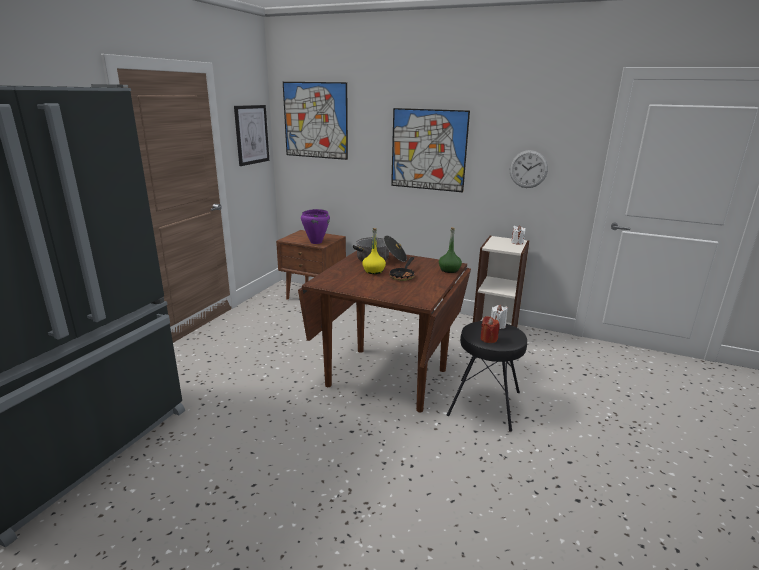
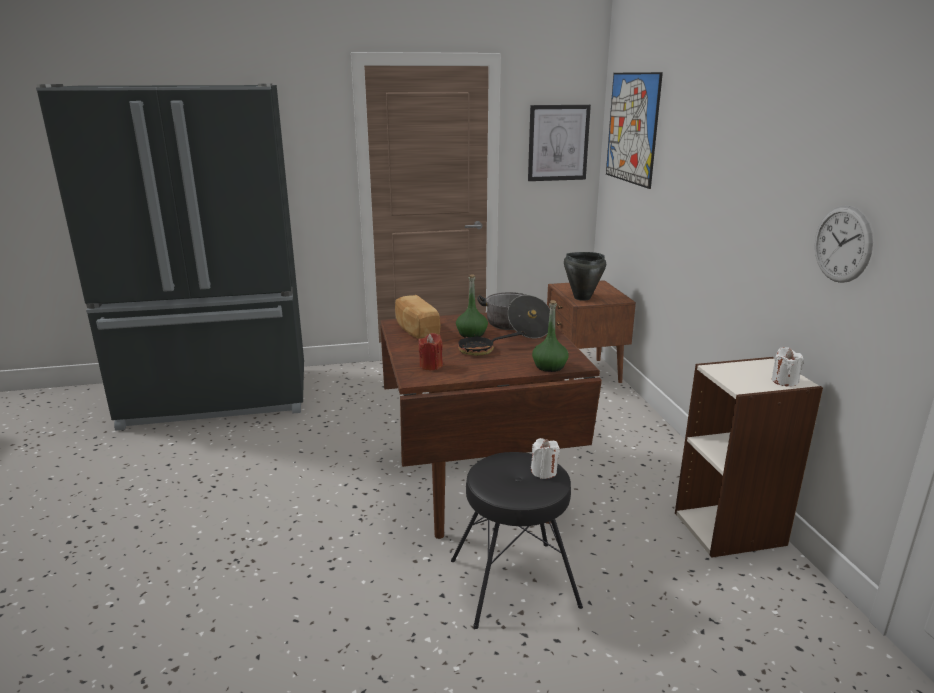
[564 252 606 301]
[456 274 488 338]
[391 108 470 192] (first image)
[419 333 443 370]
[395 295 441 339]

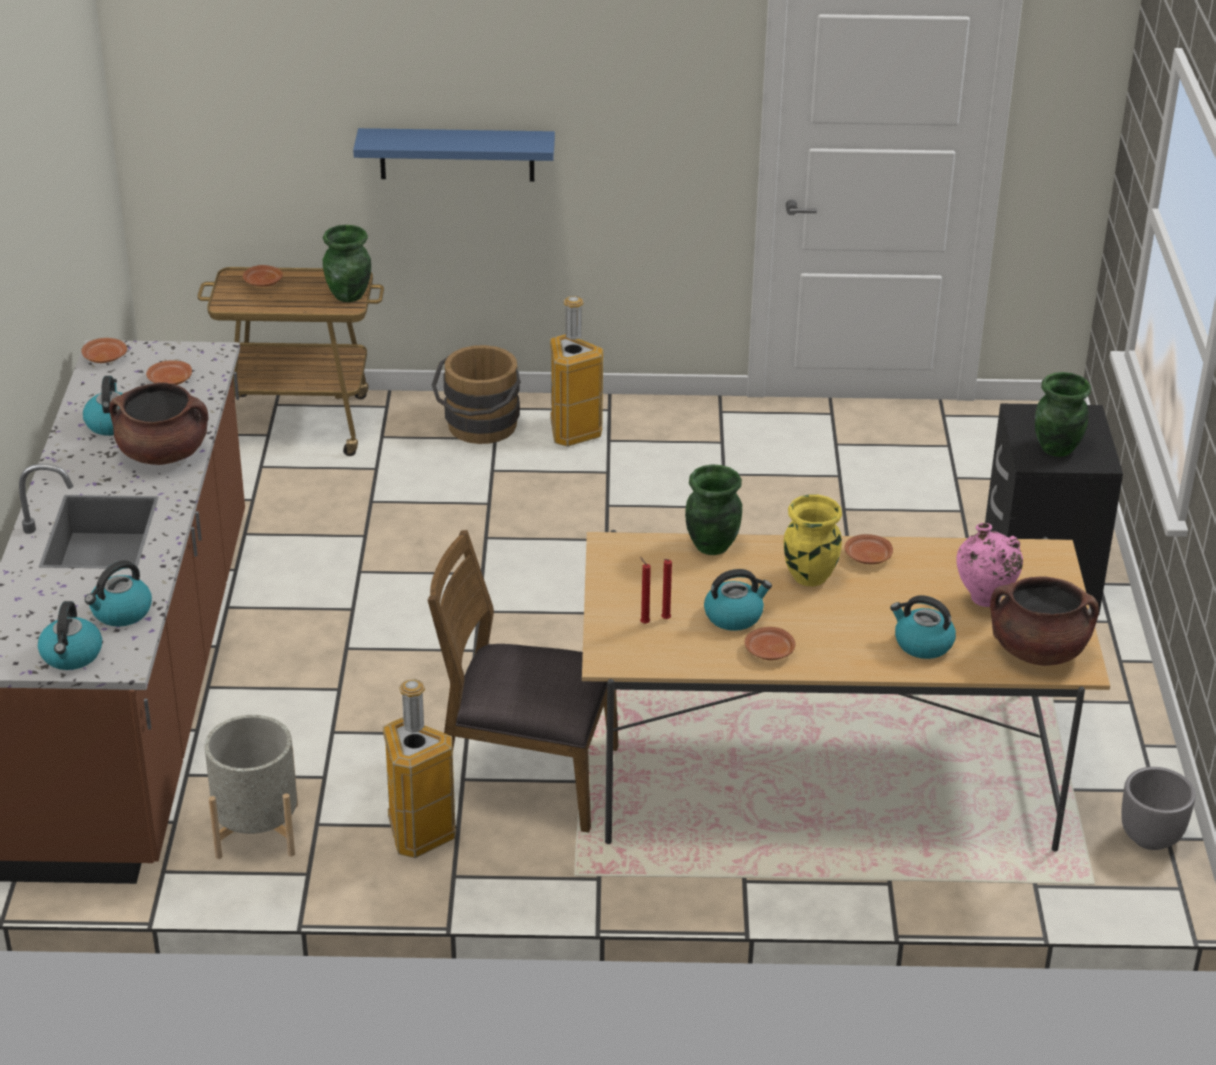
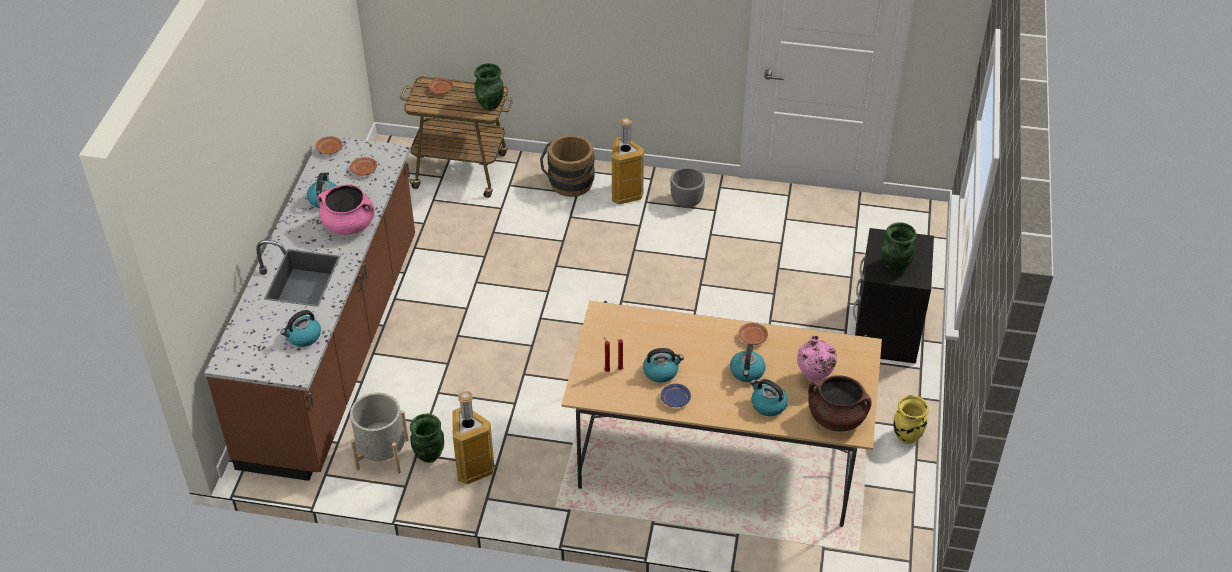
[730 344 765 382]
[318 184 375 235]
[353 128 555 182] (first image)
[428 530 619 833] (first image)
[410 413 444 463]
[661 384 691 407]
[893 395 929 444]
[670 167 705 208]

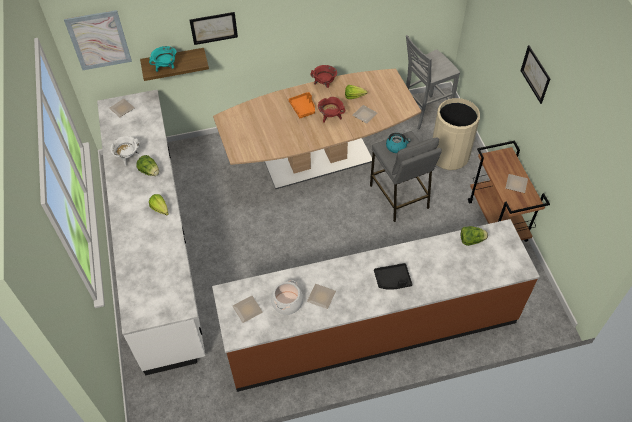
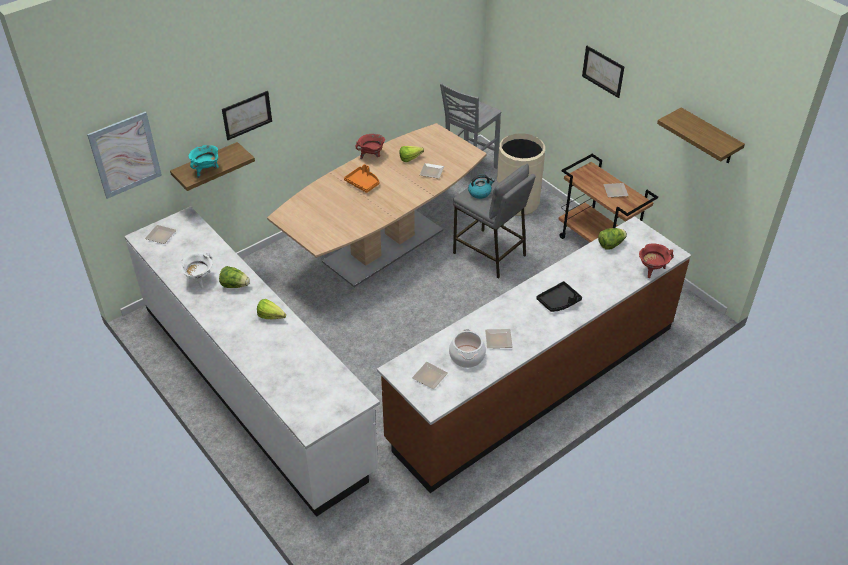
[639 243 674 278]
[657 107 745 163]

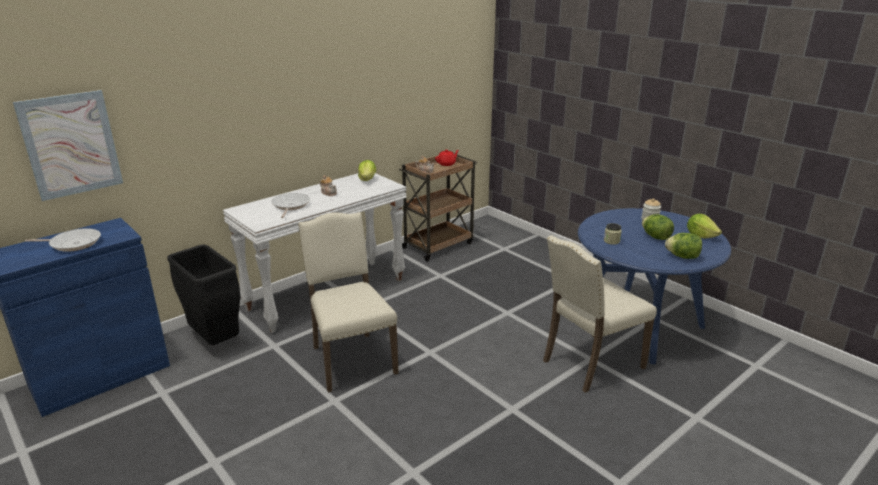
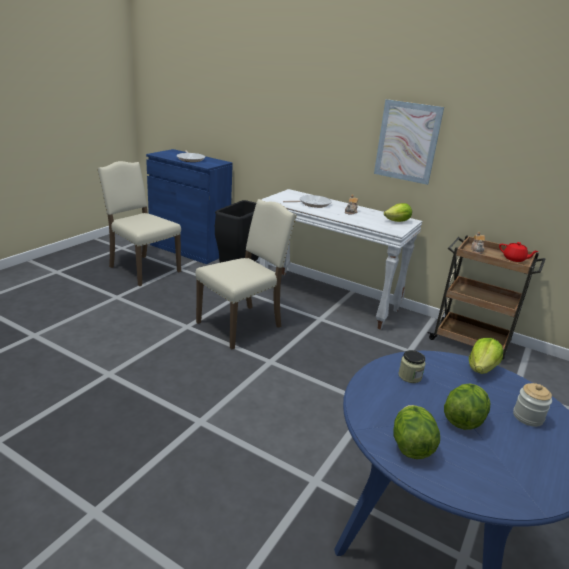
[374 99 444 185]
[97 161 181 286]
[469 338 503 374]

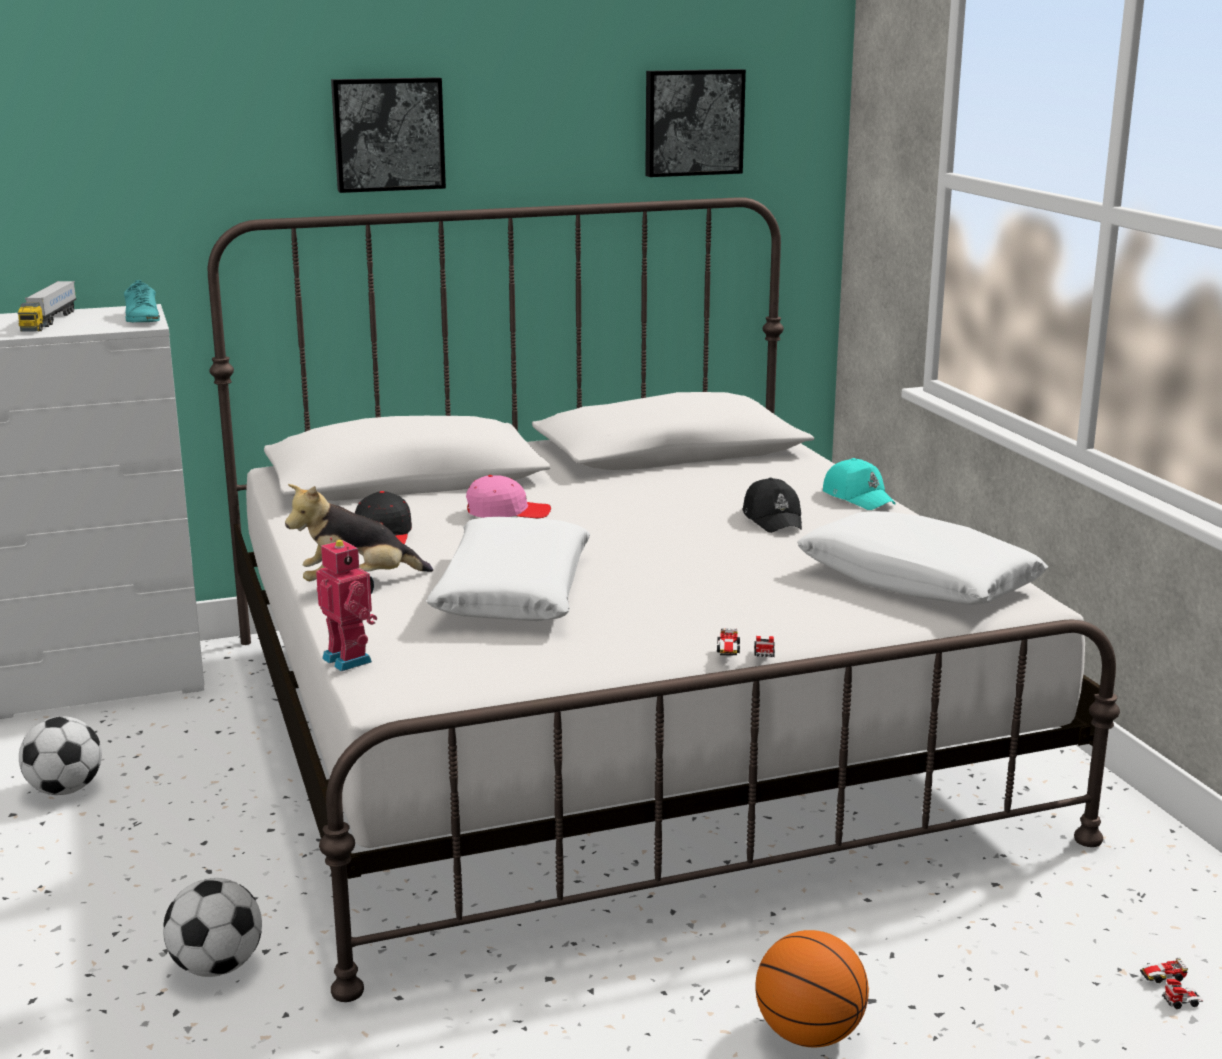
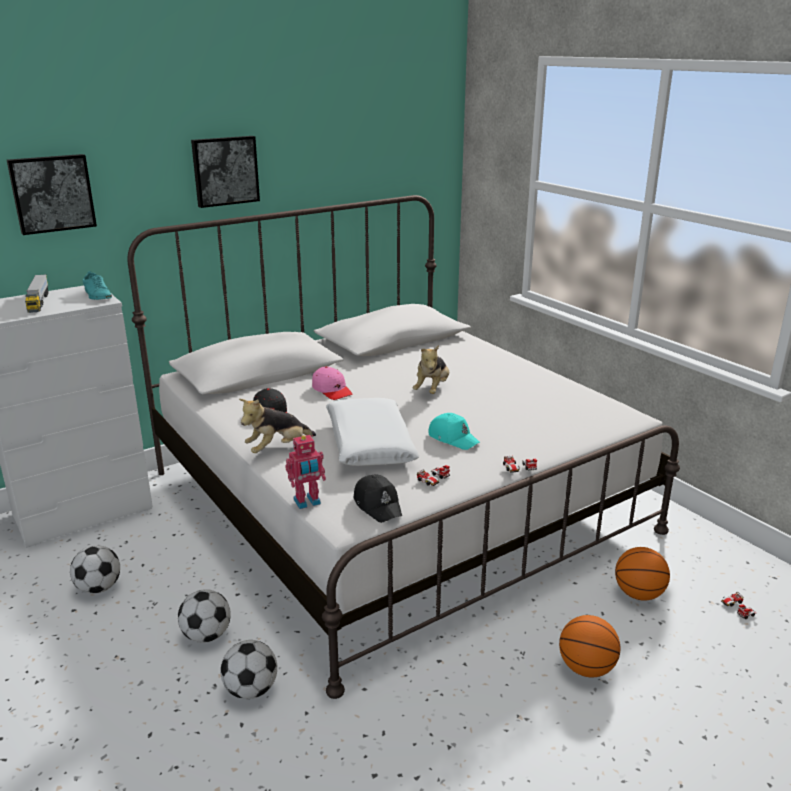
[285 435 326 509]
[312 366 352 400]
[7 154 97 235]
[354 475 402 523]
[797 511 1048 605] (first image)
[429 413 480 450]
[178 589 231 643]
[413 345 449 394]
[417 465 450 486]
[615 547 670 600]

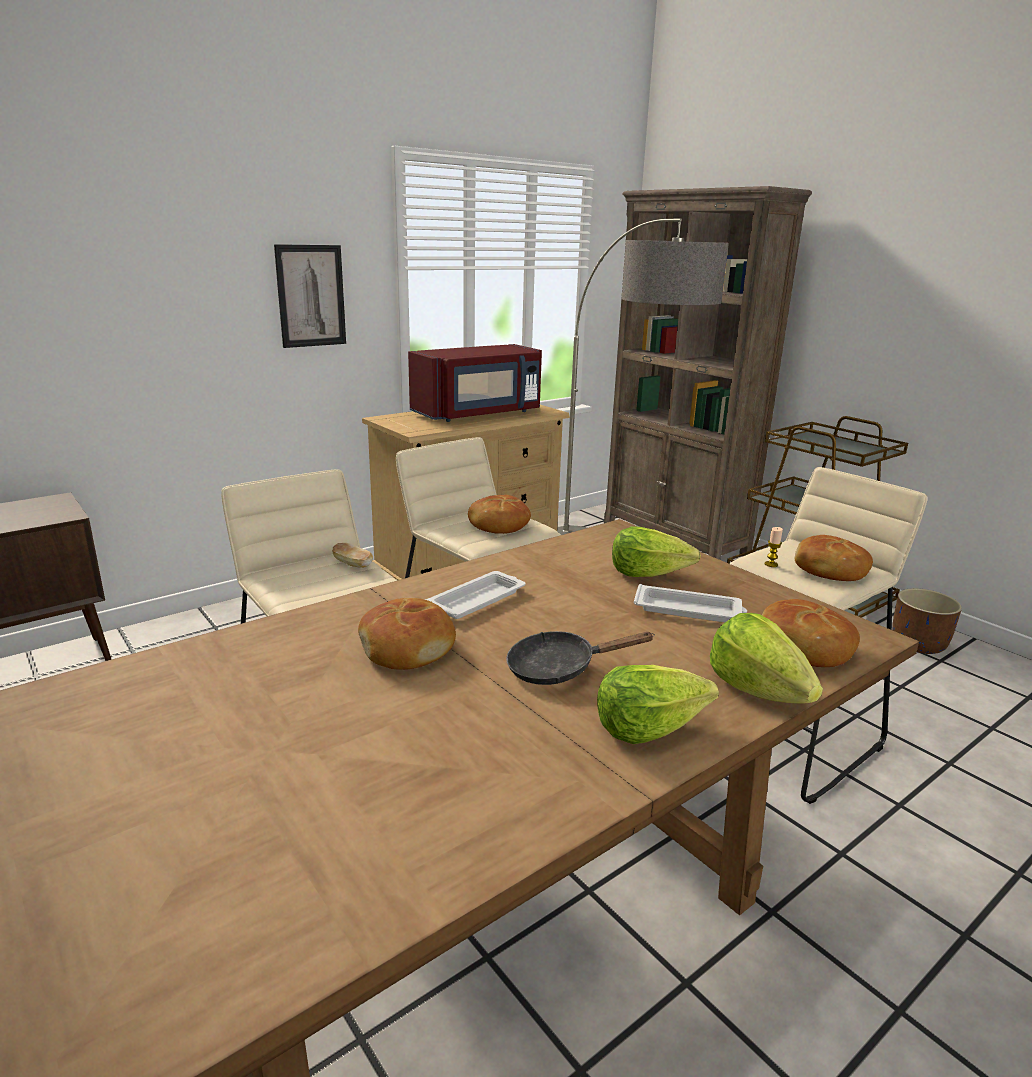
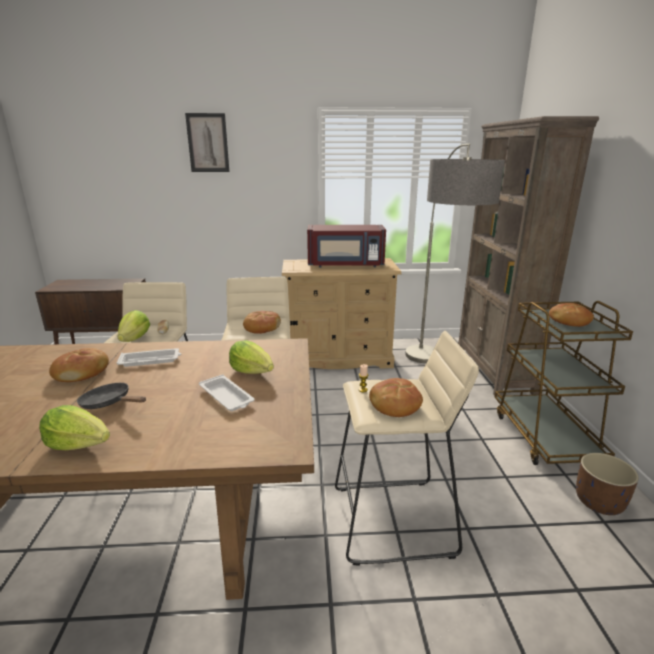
[185 113 229 172]
[117 310 150 342]
[549 303 594 327]

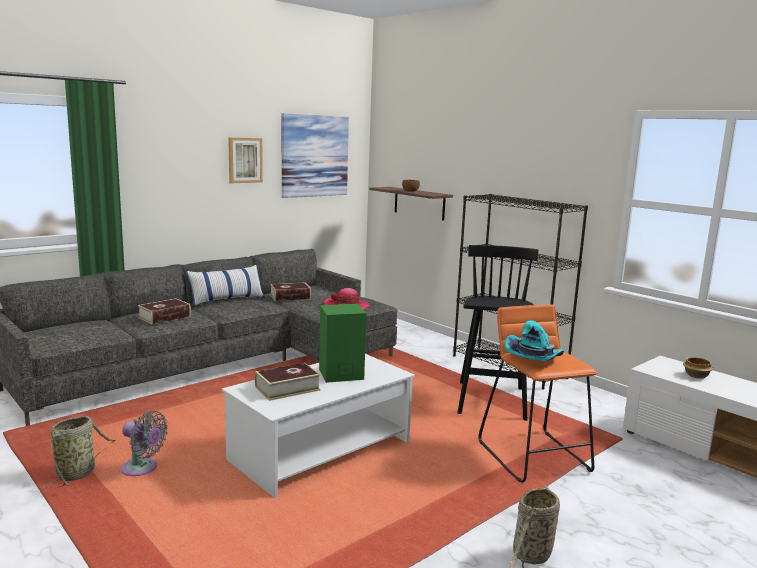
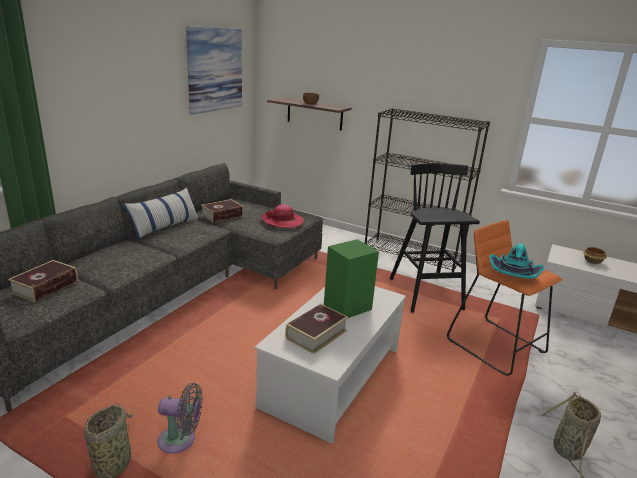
[8 260 78 302]
[228 138 263 183] (first image)

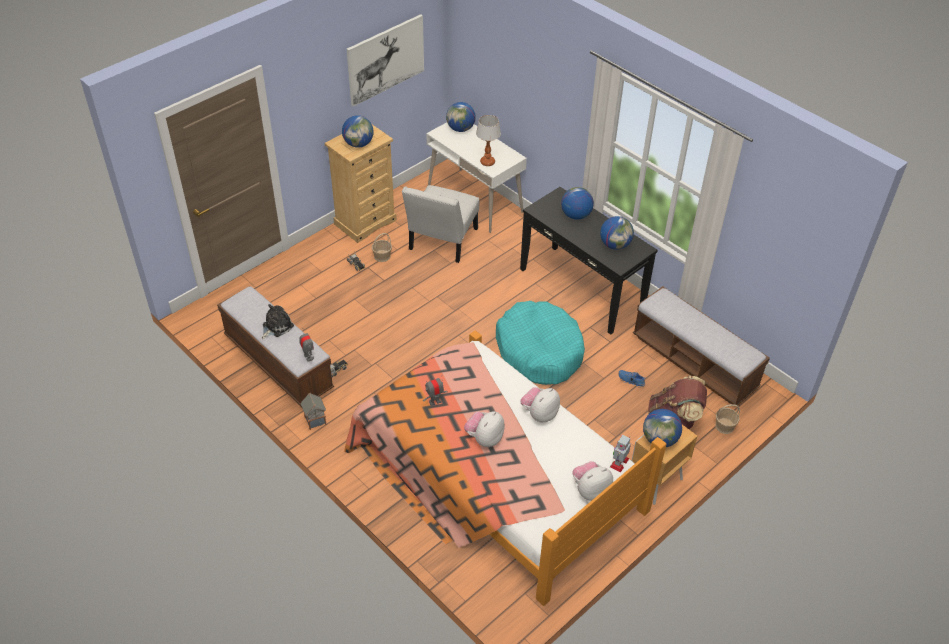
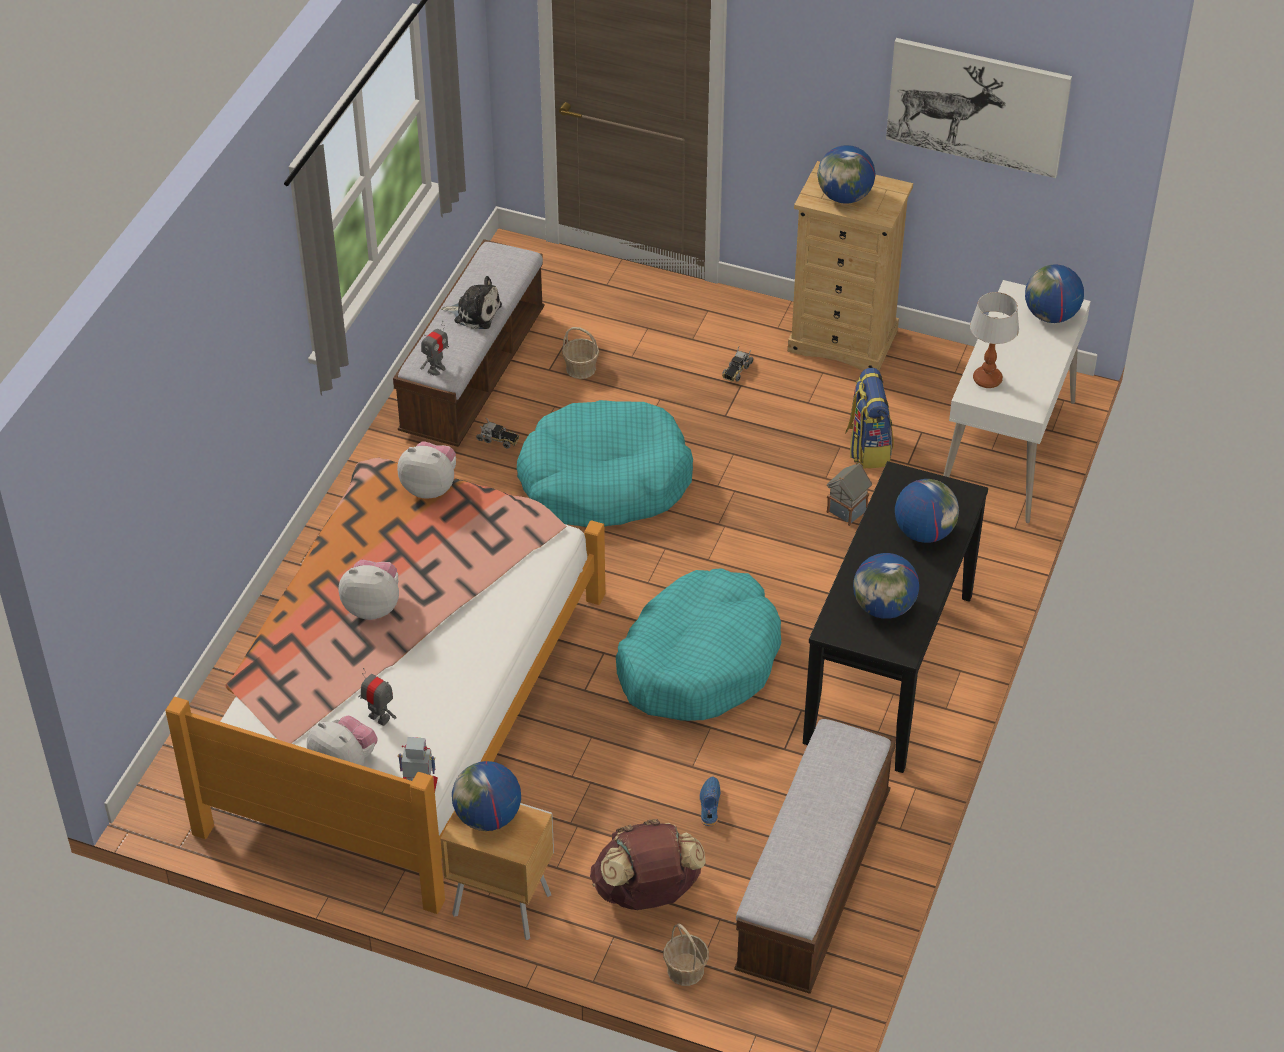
[827 462 872 526]
[562 327 599 379]
[845 368 894 468]
[358 668 396 726]
[397 441 456 499]
[517 400 693 527]

